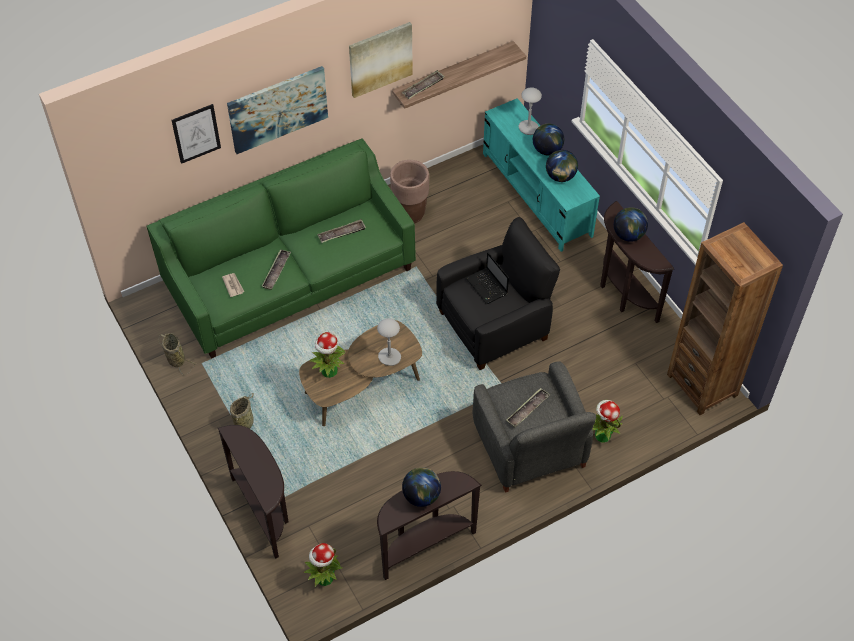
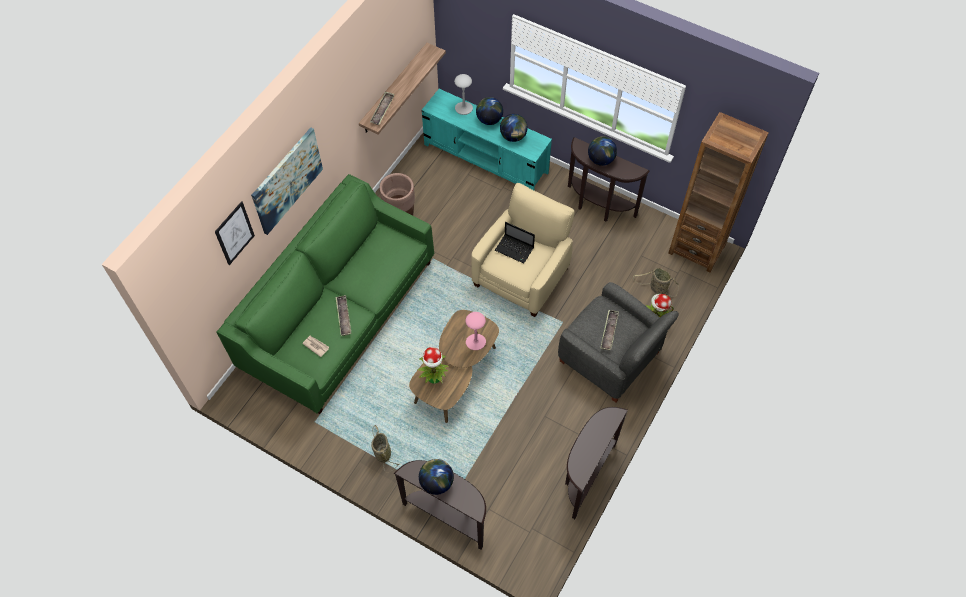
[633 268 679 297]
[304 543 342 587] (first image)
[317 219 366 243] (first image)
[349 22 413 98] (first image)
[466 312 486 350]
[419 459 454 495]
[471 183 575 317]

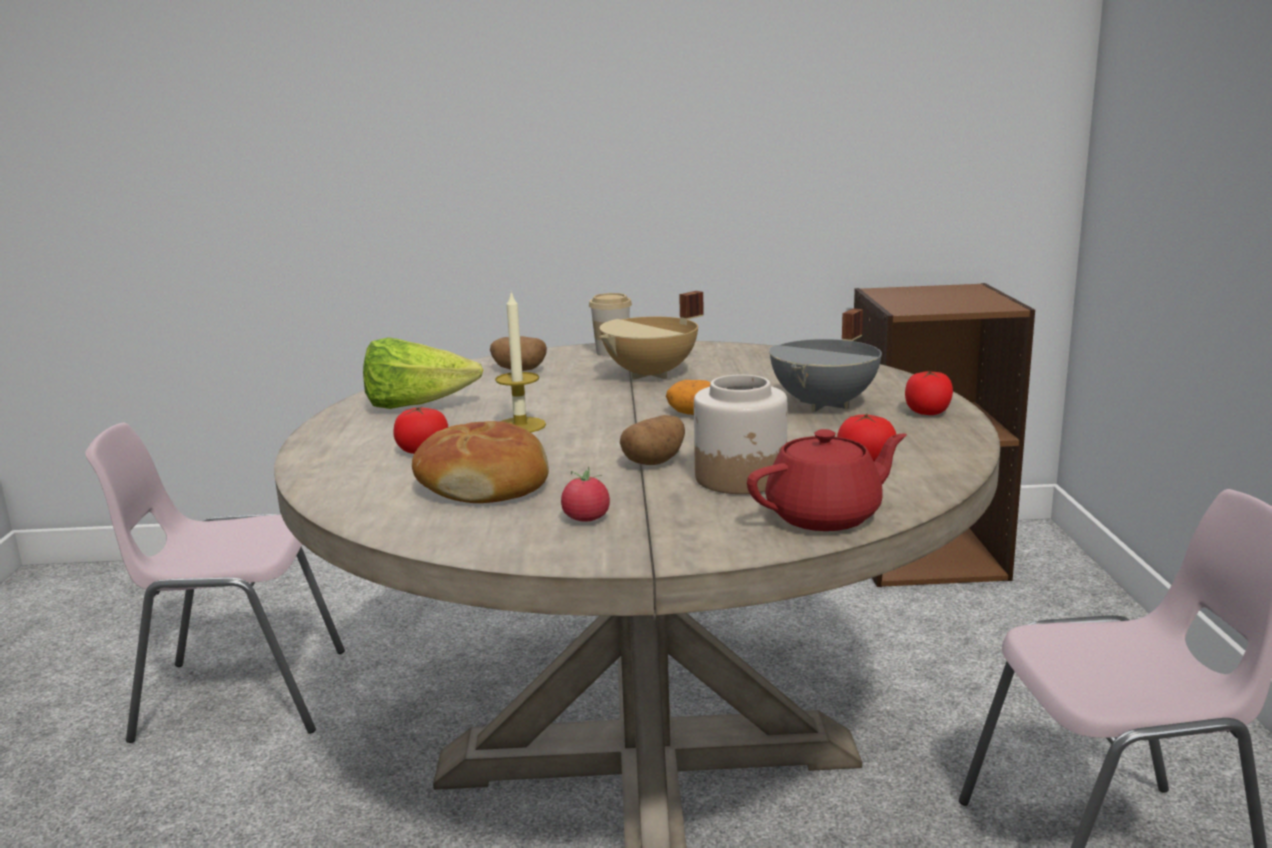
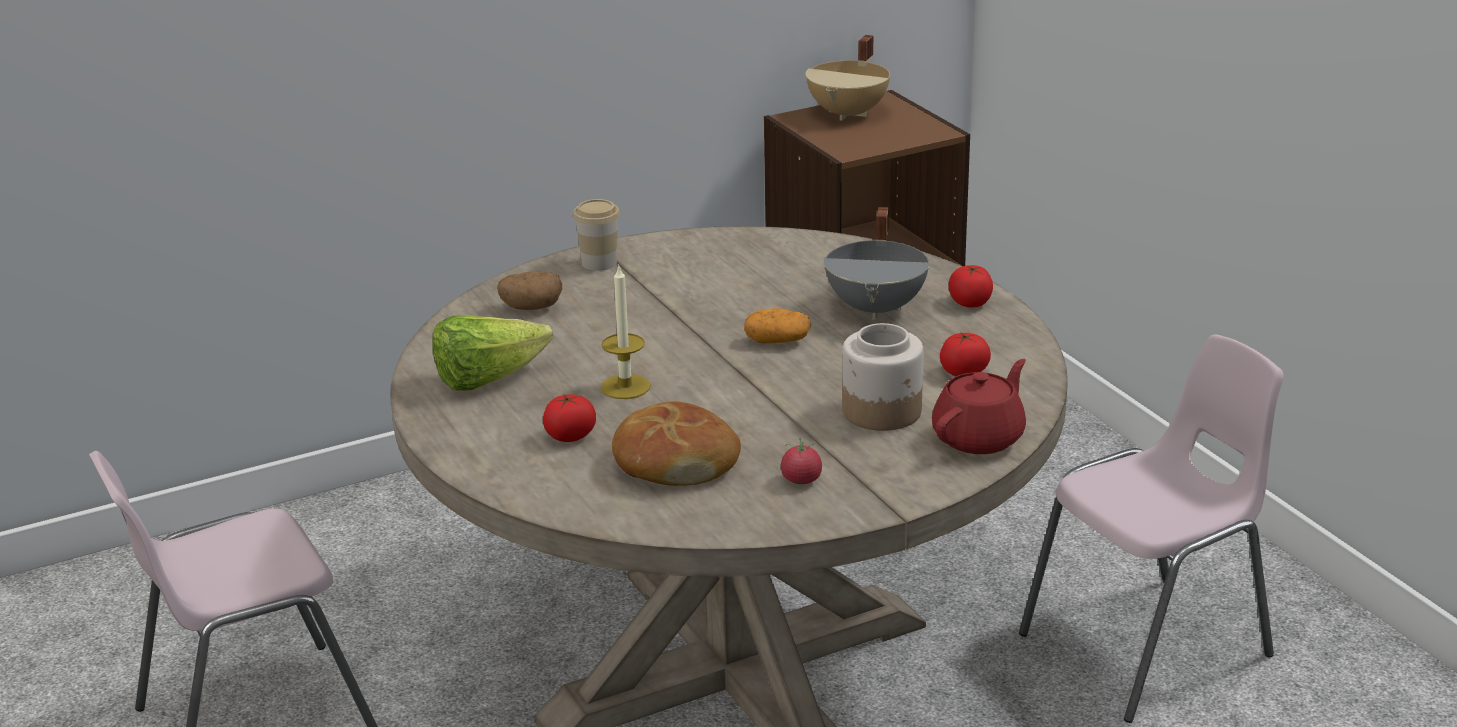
[806 35 890 121]
[620 415 685 465] (first image)

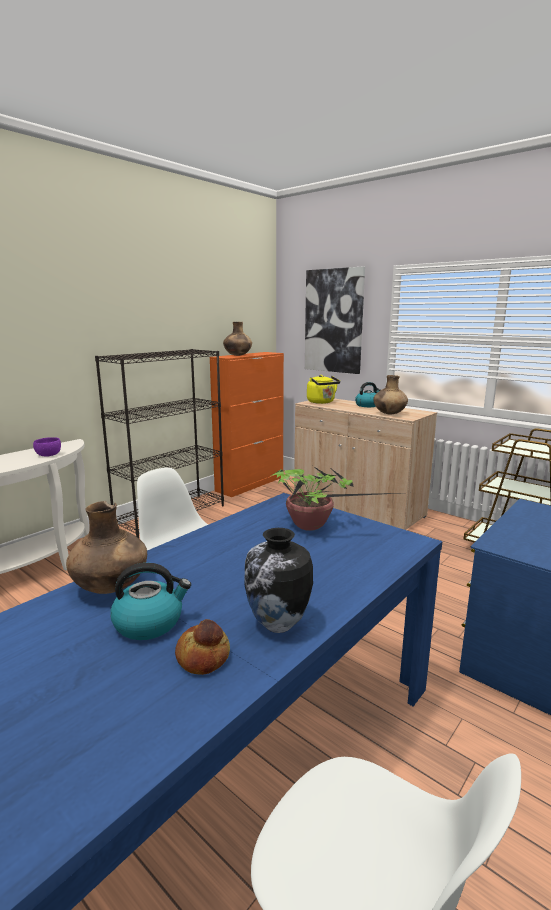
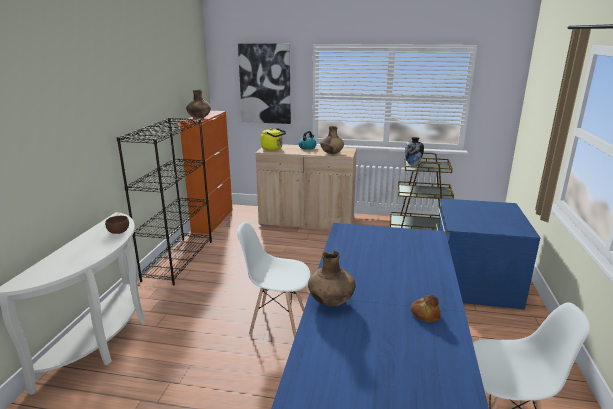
[105 216 129 234]
[110 563 191 640] (first image)
[405 137 424 166]
[271 466 399 531] (first image)

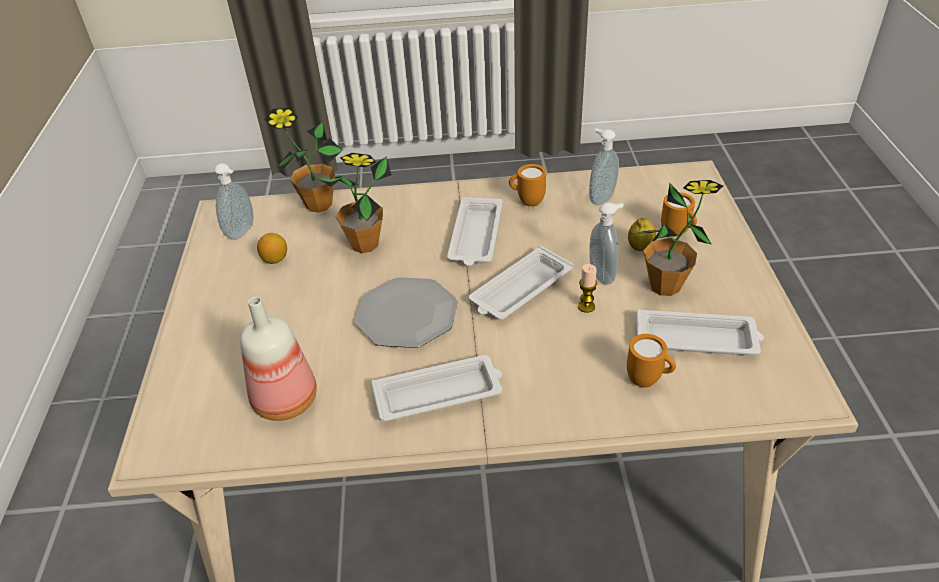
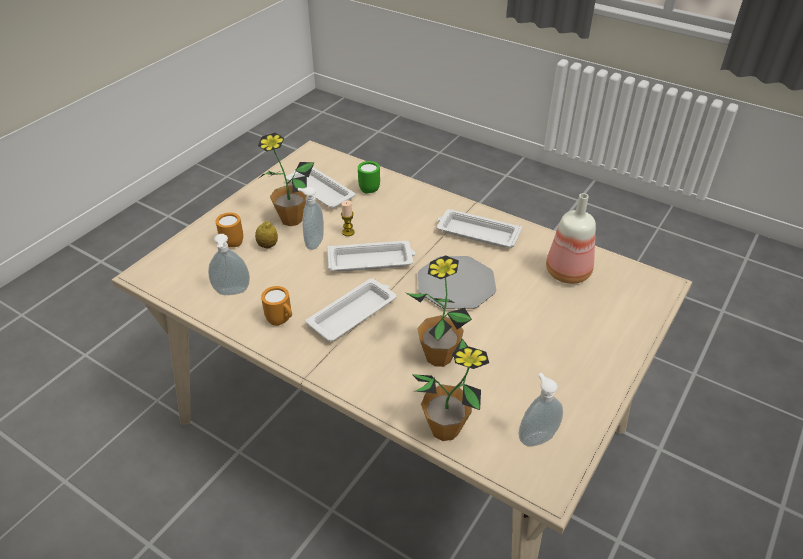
[257 233 287 264] (first image)
[358 161 380 193]

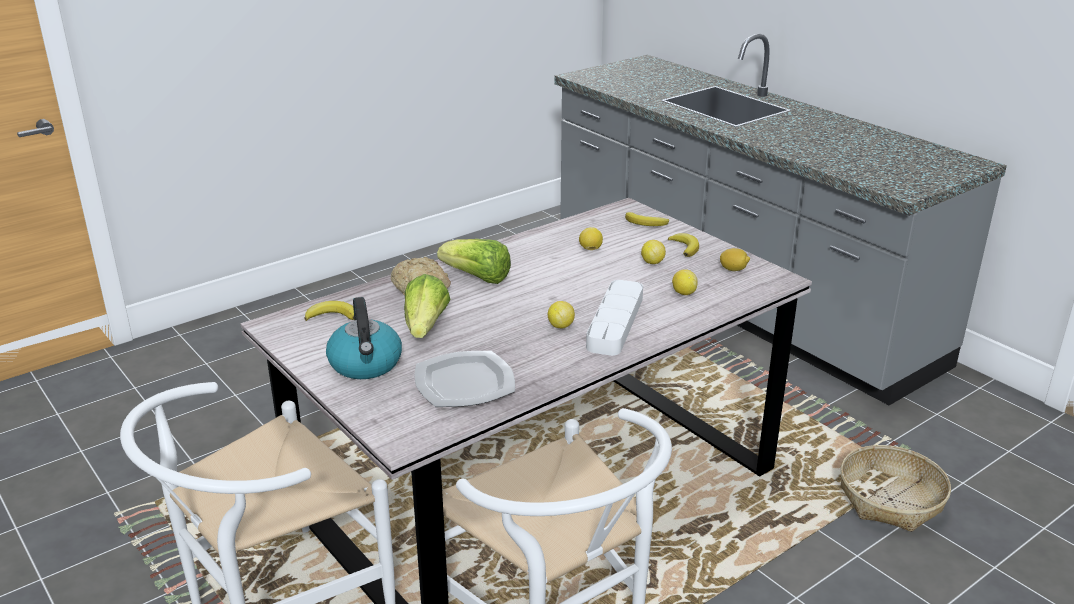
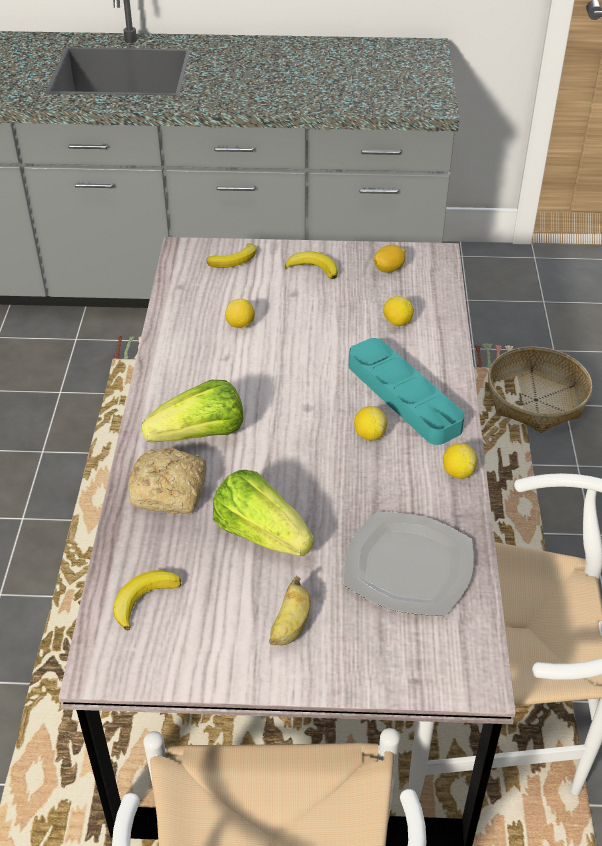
[269 576 311 645]
[349 338 465 445]
[443 443 477 479]

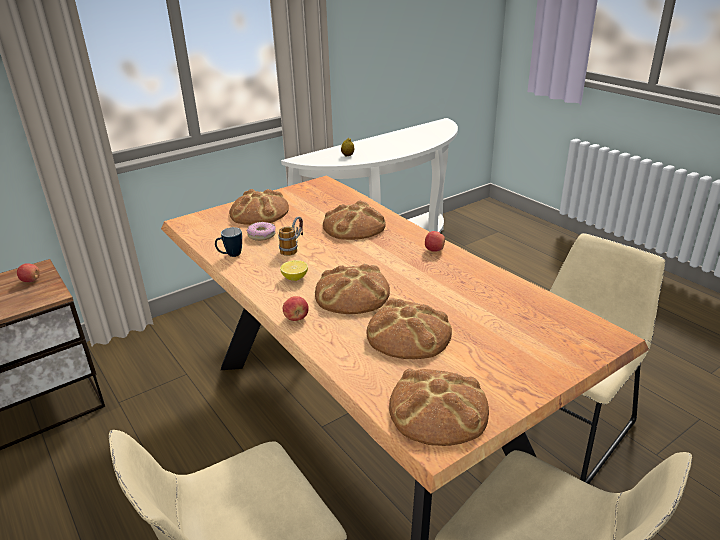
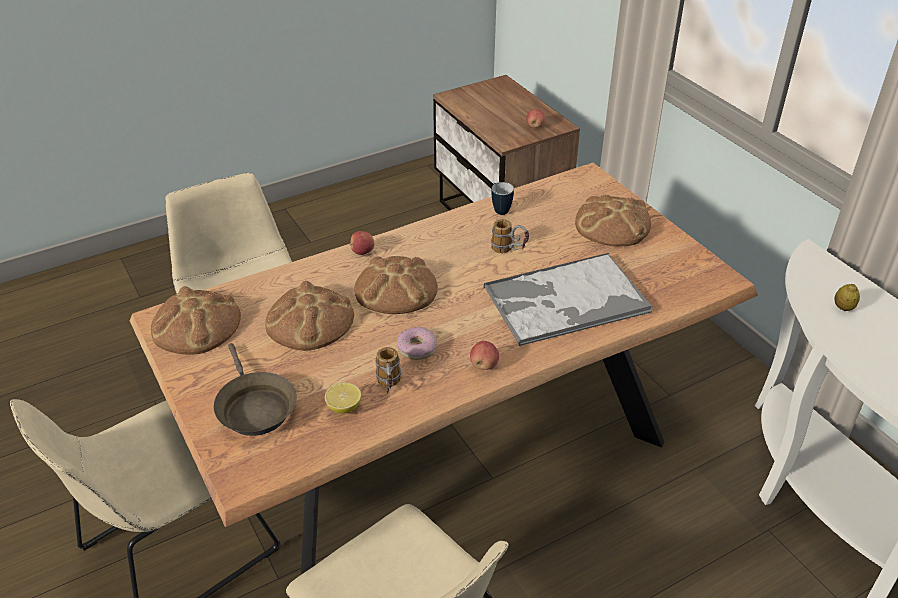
[397 327 437 360]
[325 383 361 414]
[483 253 653 346]
[214 343 297 436]
[375 347 401 393]

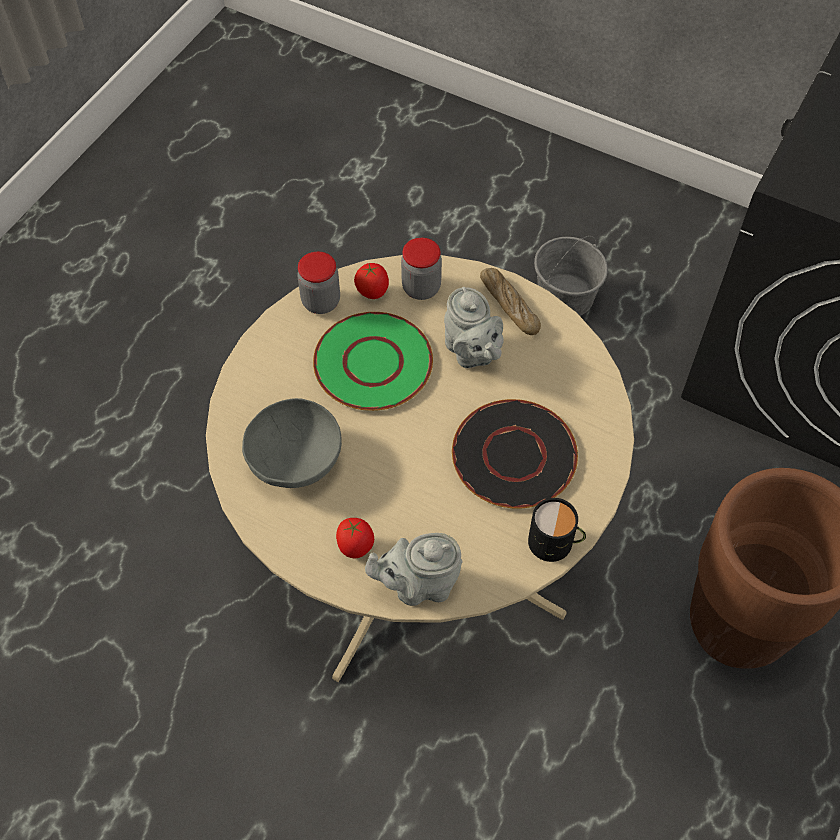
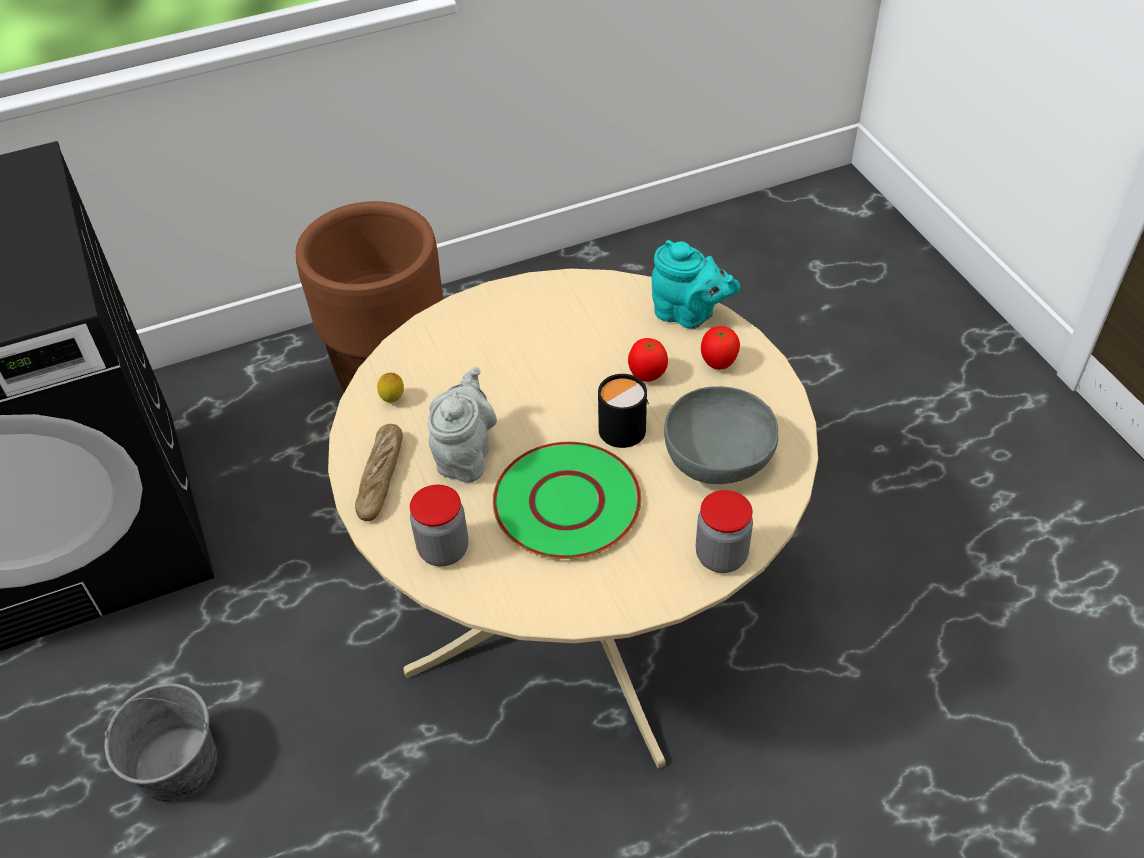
[696 490 753 573]
[628 338 668 382]
[651 240 740 329]
[452 399 578 509] (first image)
[598 374 649 448]
[377 373 404 403]

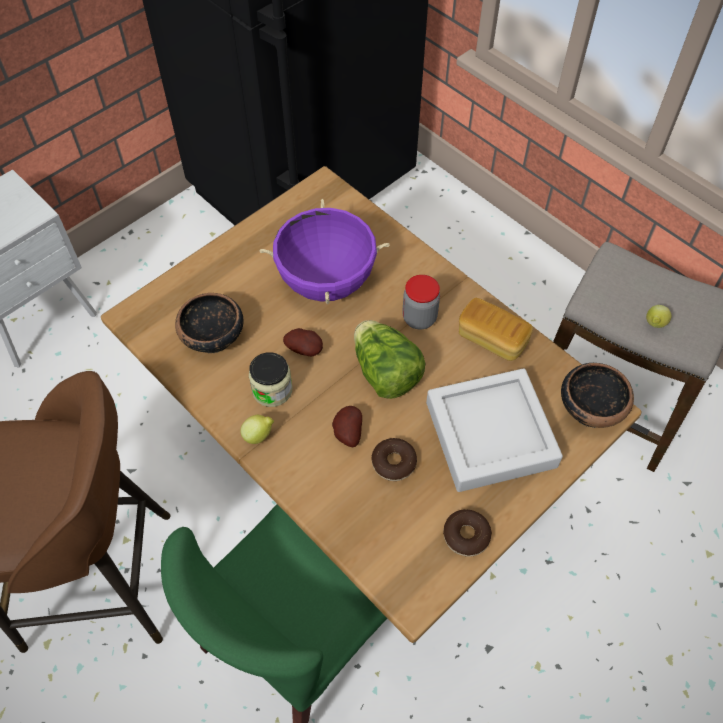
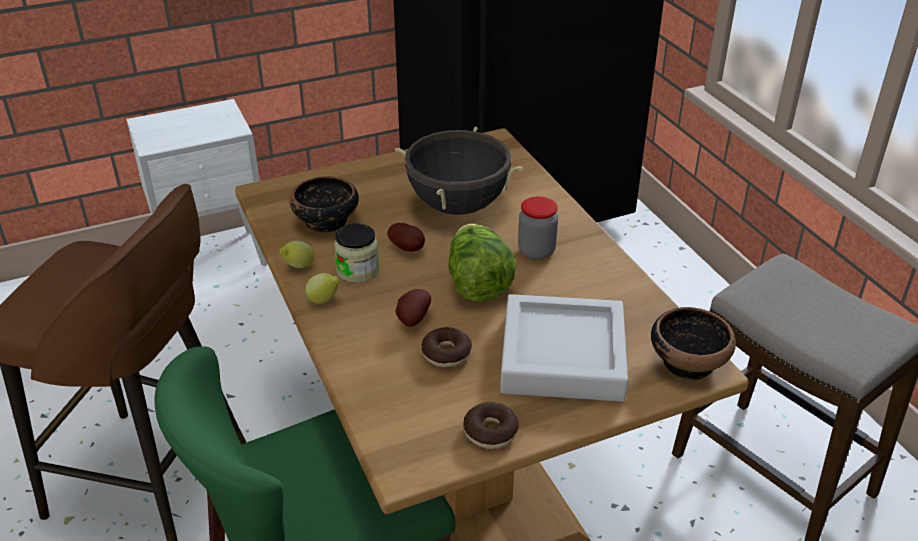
[395 126 523 215]
[459 298 533 361] (first image)
[279 241 314 268]

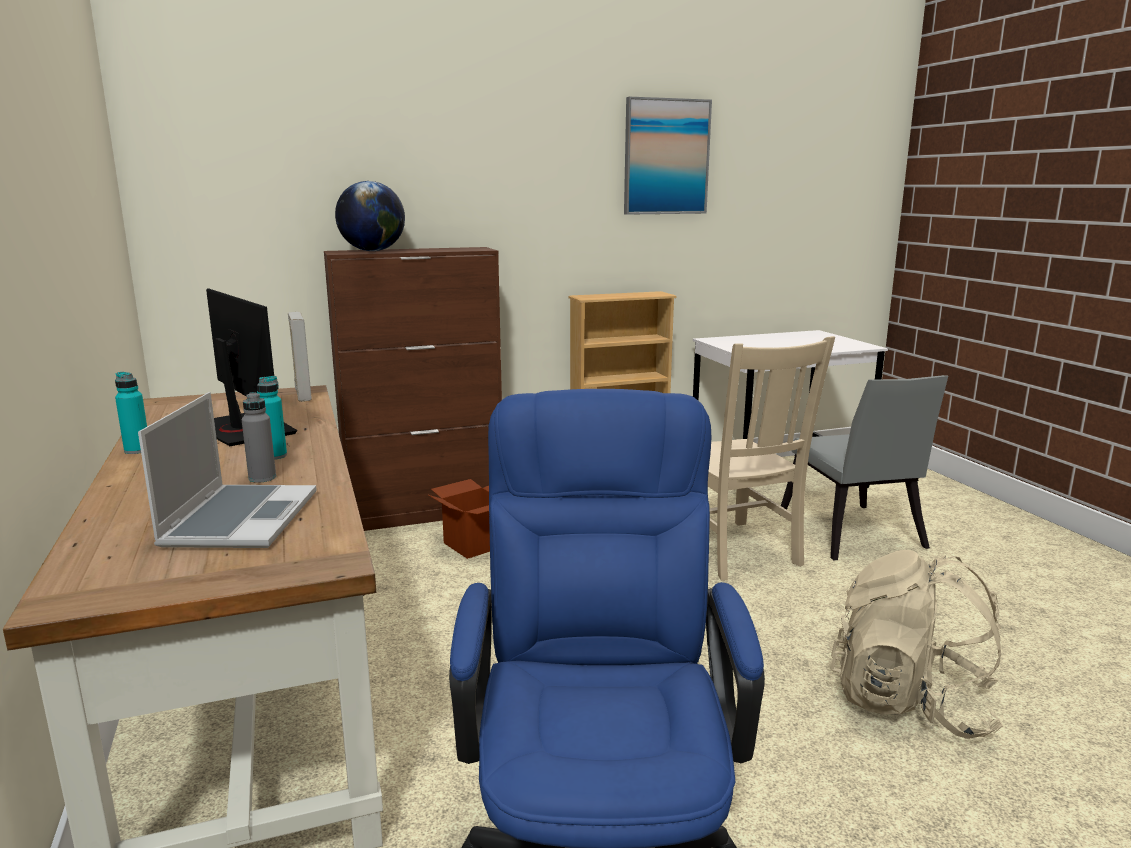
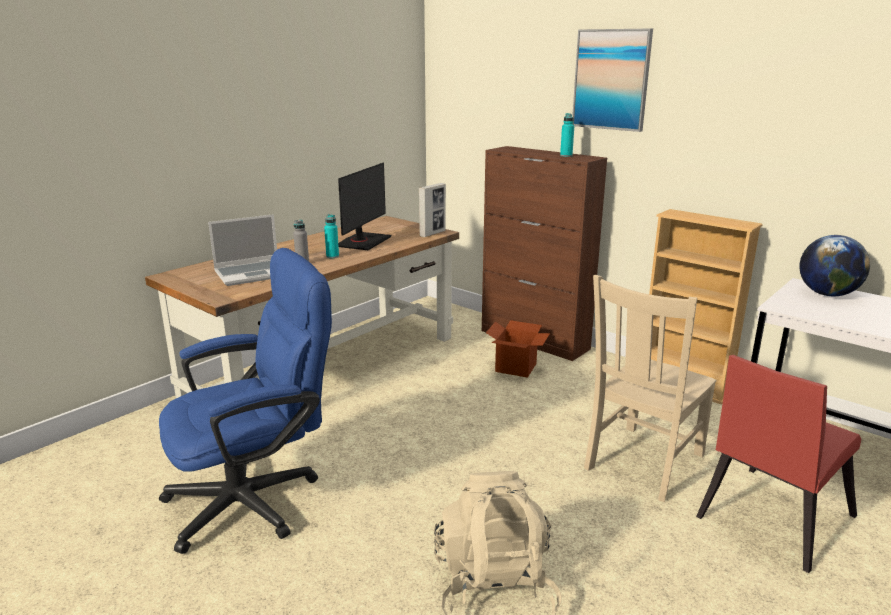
[560 113 574 157]
[799 235 870 296]
[572 29 653 132]
[696 355 861 573]

